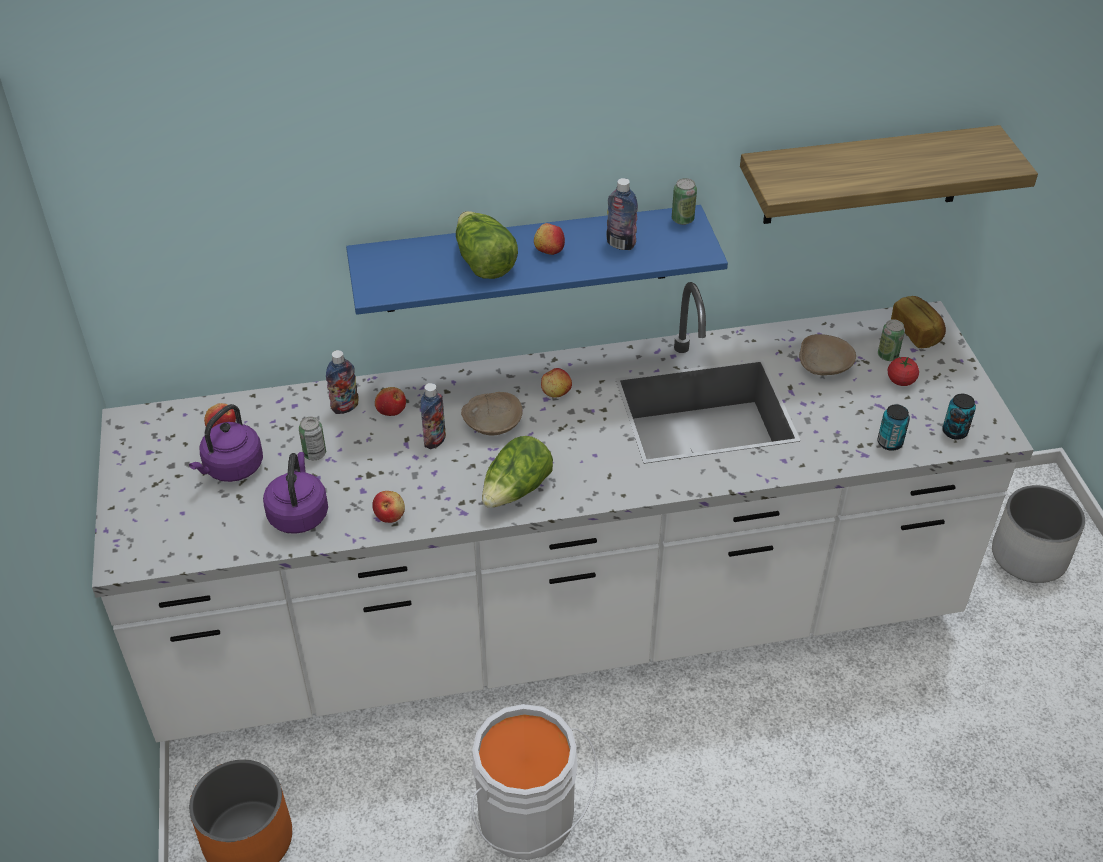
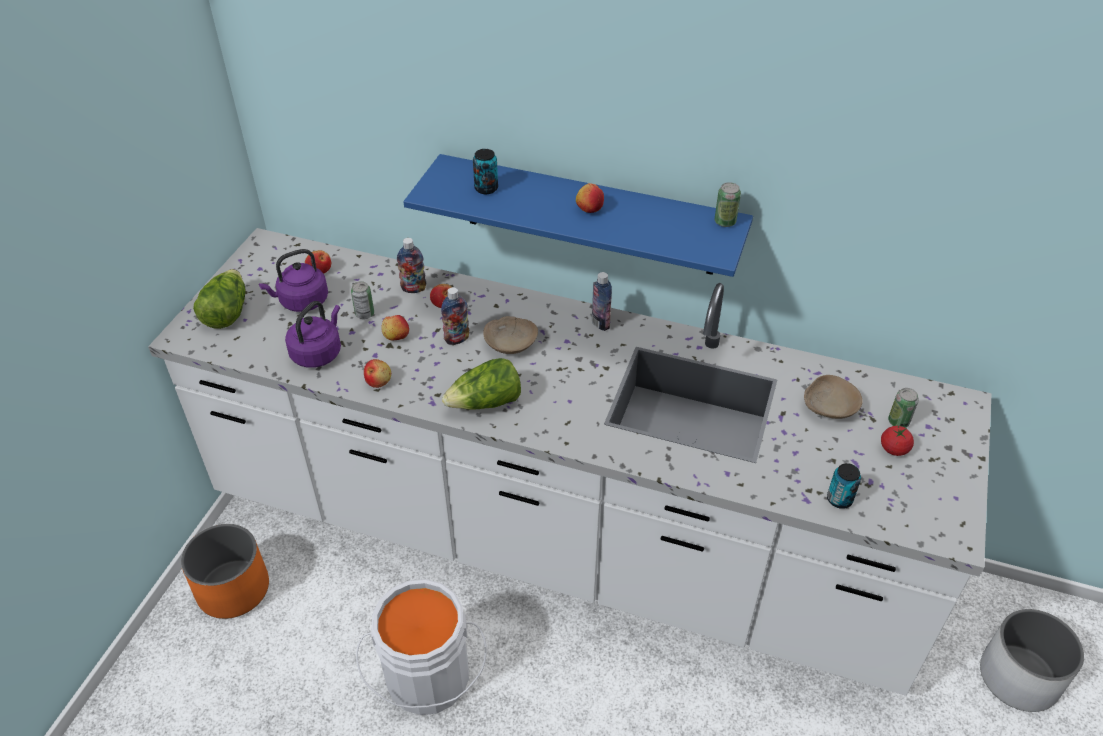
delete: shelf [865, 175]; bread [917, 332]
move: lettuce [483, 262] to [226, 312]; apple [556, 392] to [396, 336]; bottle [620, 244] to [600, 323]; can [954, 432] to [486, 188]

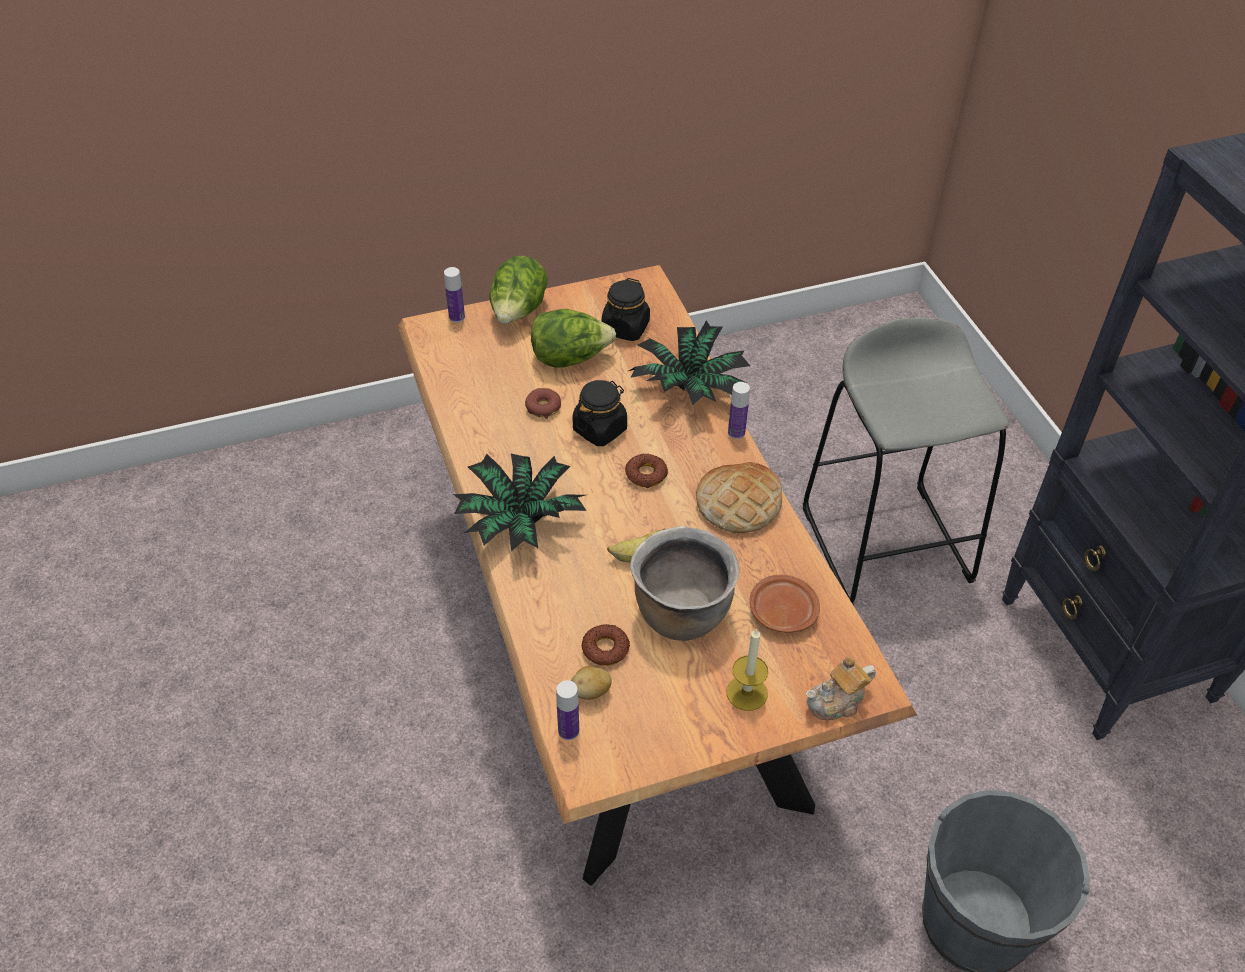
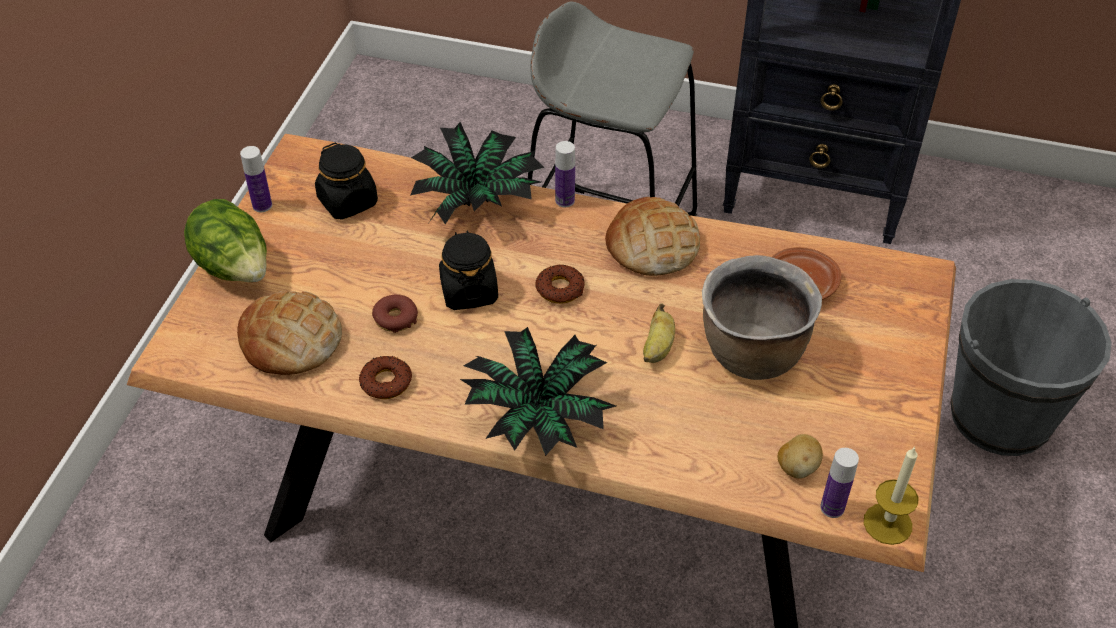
delete: lettuce [570, 358]; teapot [837, 702]
insert: bread [291, 340]
move: bottle [457, 317] to [262, 205]; donut [605, 648] to [386, 382]; candle [747, 693] to [887, 523]

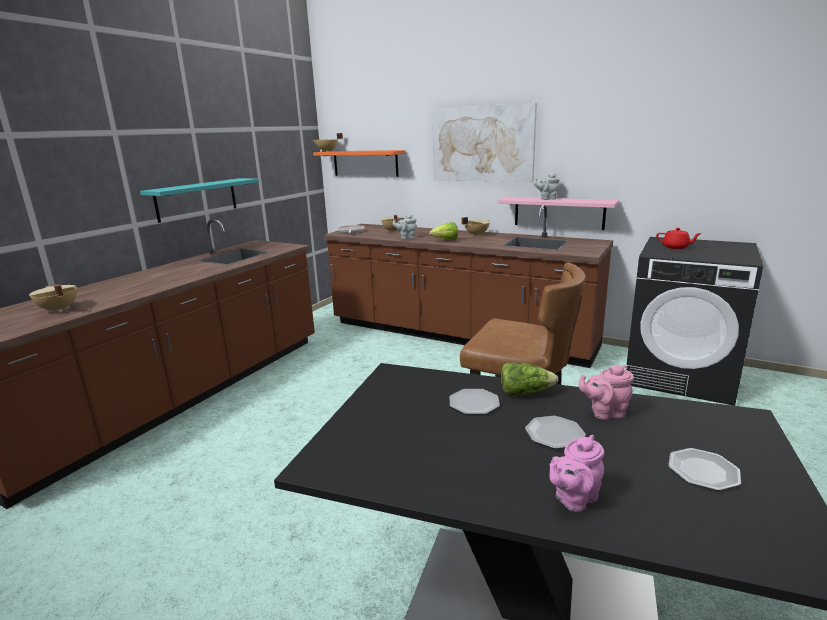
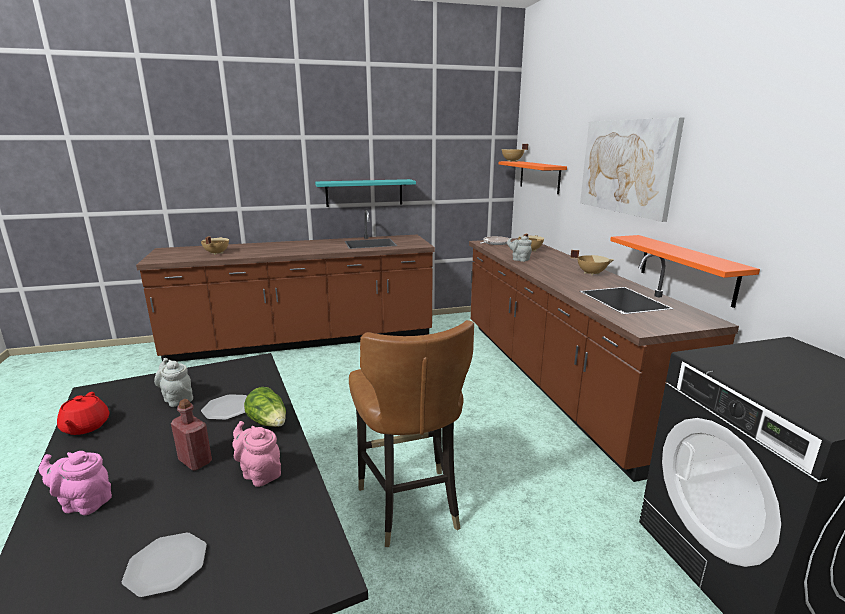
delete: lettuce [445, 240]
move: teapot in grey [547, 199] to [177, 399]; teapot in red [676, 247] to [85, 427]
replace: plate [555, 434] to bottle in red [195, 461]
recolor: shelf in pink [558, 212] to shelf in orange [686, 268]

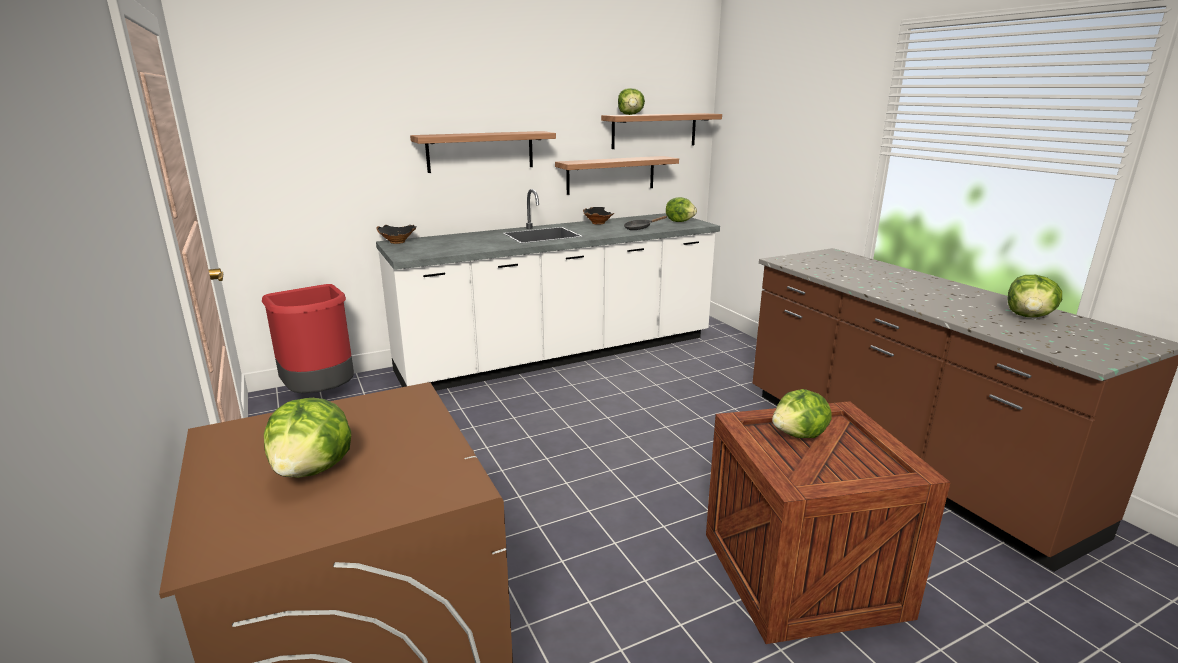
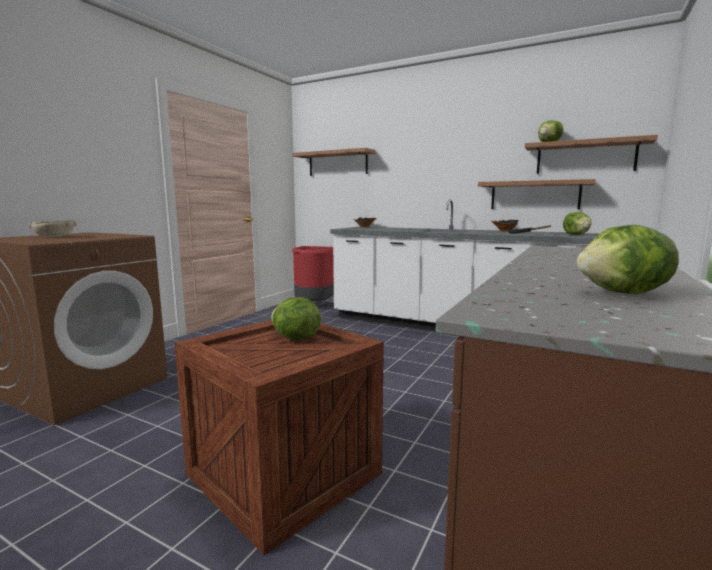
move: shelf [480, 151] to [337, 163]
replace: lettuce [314, 470] to bowl in beige [55, 237]

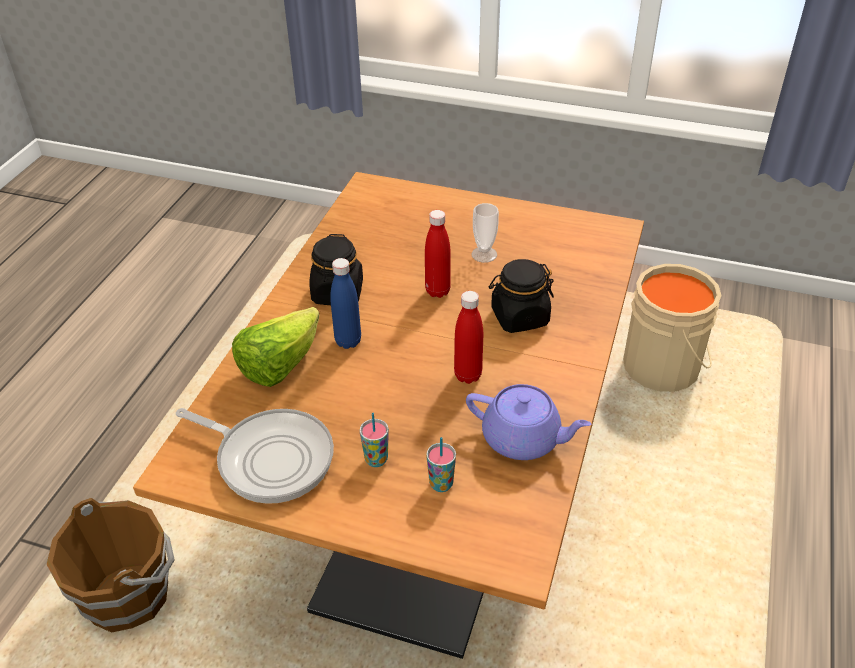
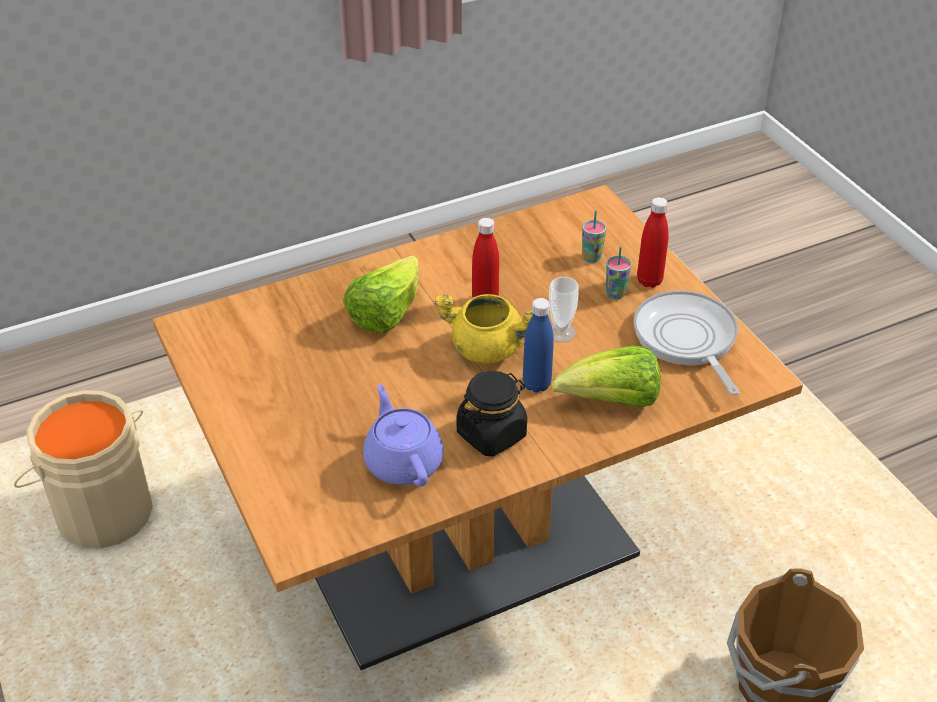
insert: cooking pot in yellow [488, 348]
move: bottle in red [437, 291] to [649, 281]; teapot in purple [523, 439] to [403, 461]; cup [484, 254] to [561, 332]
replace: jar in black [519, 317] to lettuce [386, 314]

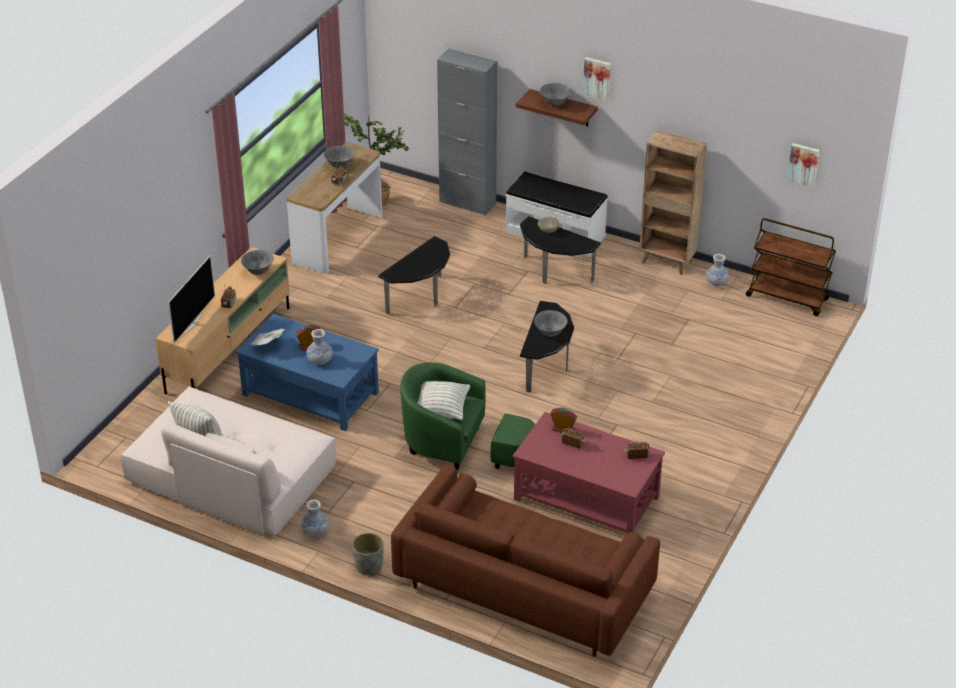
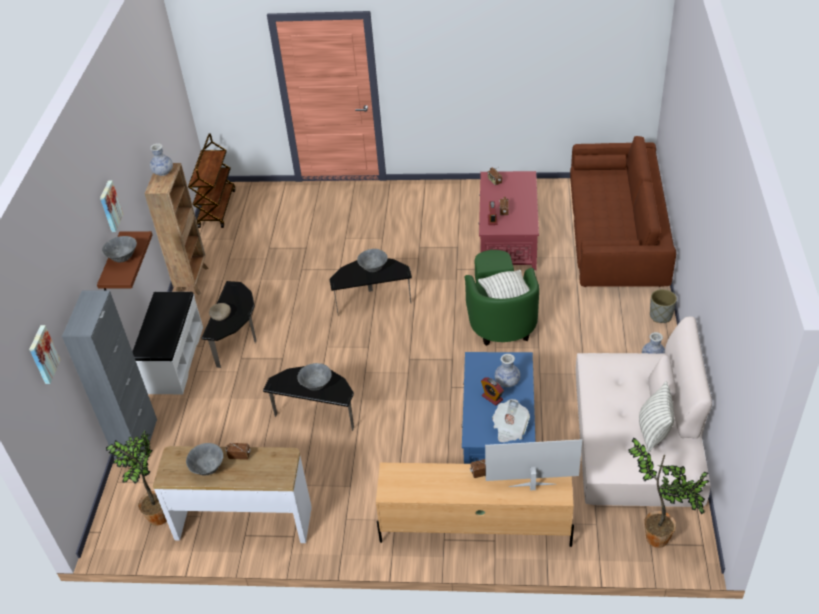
insert: potted plant [661, 539]
move: bowl in grey [258, 272] to [316, 385]; vase [716, 282] to [163, 172]; picture [803, 164] to [42, 354]

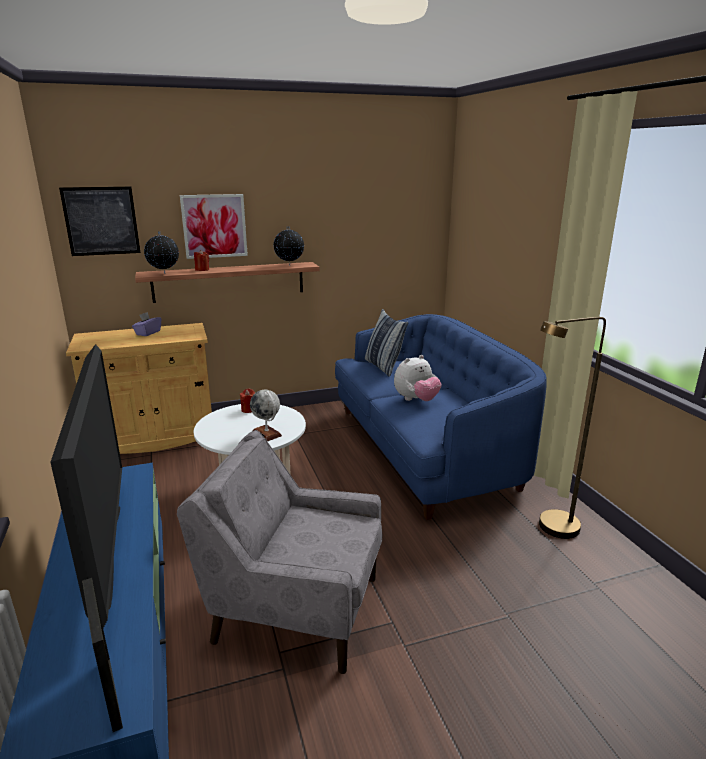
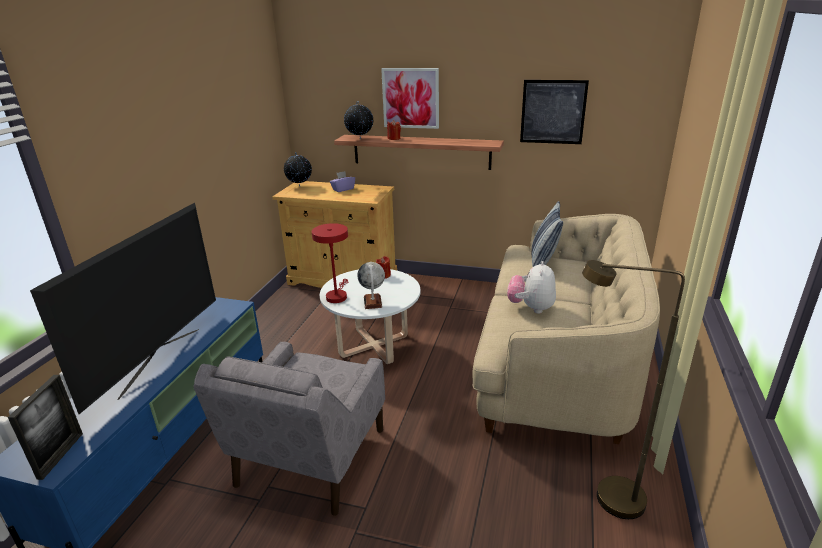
insert: table lamp in red [337, 296]
move: picture [101, 221] to [553, 112]; globe [289, 265] to [299, 186]
recolor: sofa in blue [424, 449] to sofa in beige [556, 361]
rotate: armchair in grey [296, 607] = [310, 458] 120 degrees counterclockwise; plush toy [416, 400] = [531, 308] 105 degrees clockwise

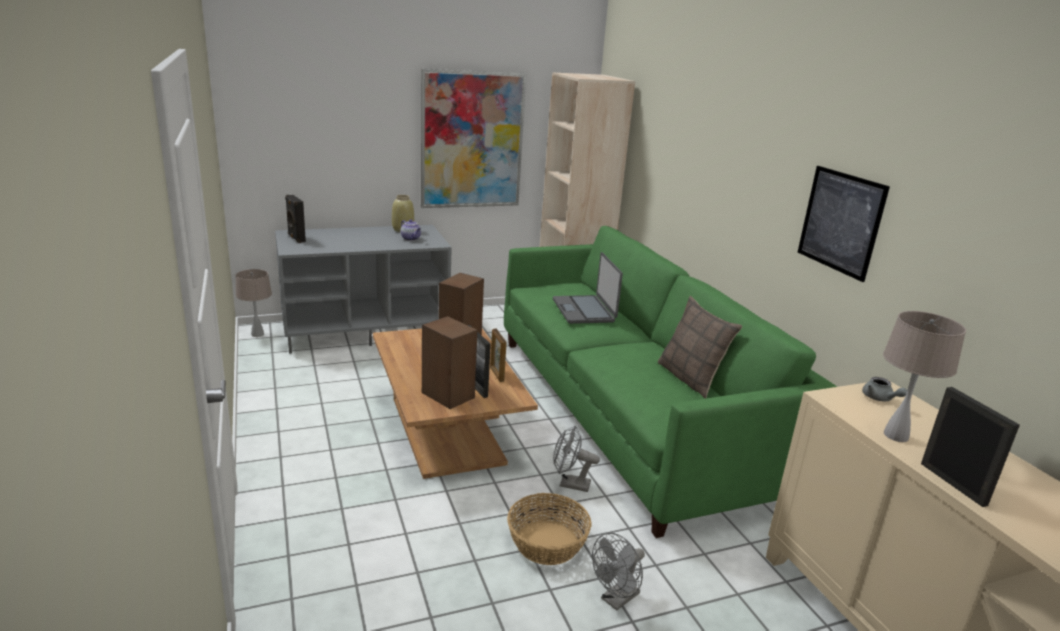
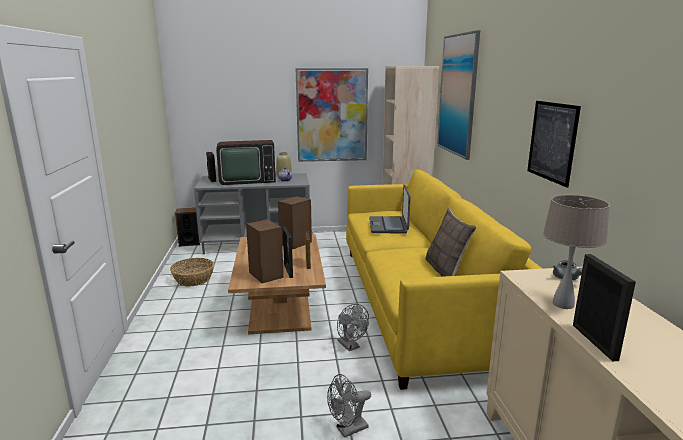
insert: television [246, 180]; picture [458, 95]
move: basket [546, 543] to [193, 279]
replace: table lamp in beige [257, 334] to speaker [189, 243]
recolor: sofa in green [626, 412] to sofa in yellow [417, 301]
rotate: fan in grey [569, 484] = [350, 346] 150 degrees counterclockwise

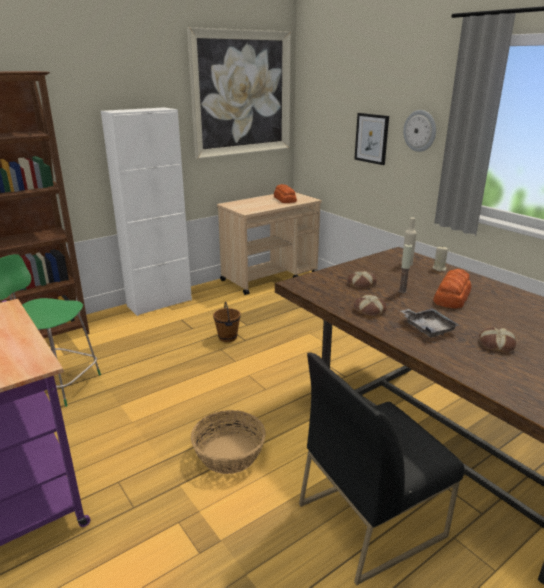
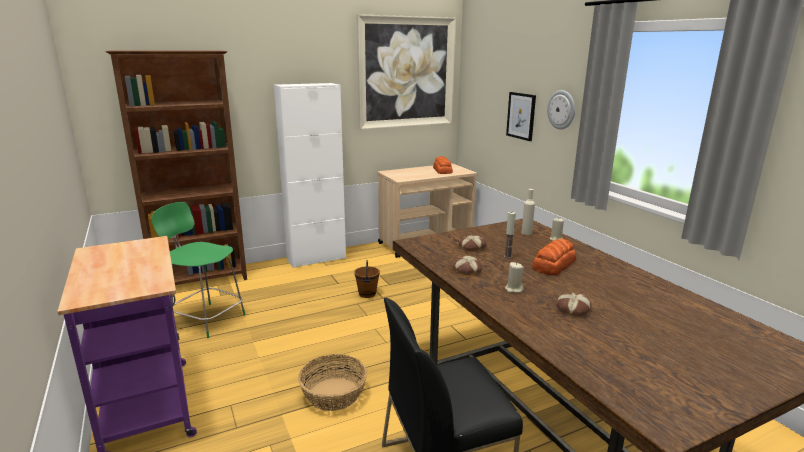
replace: tray in grey [428, 328] to candle in beige [513, 289]

